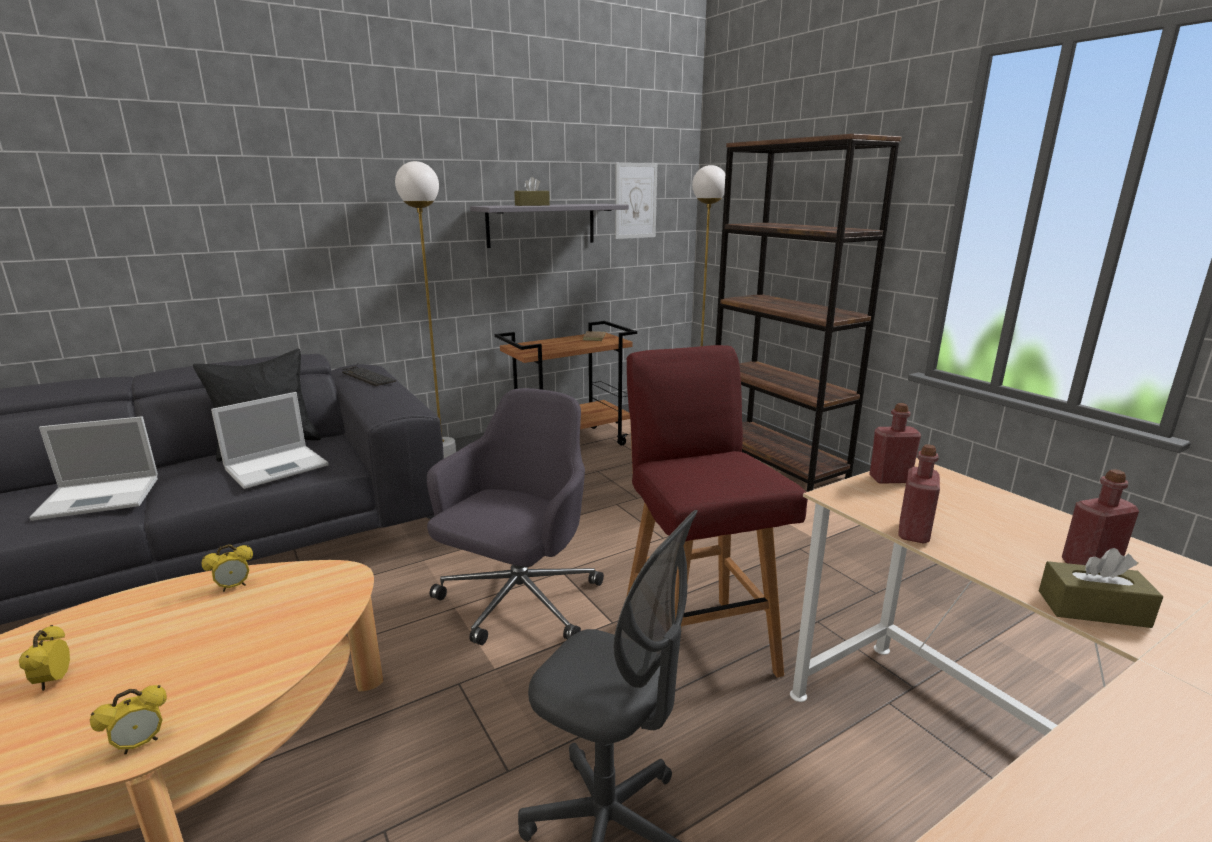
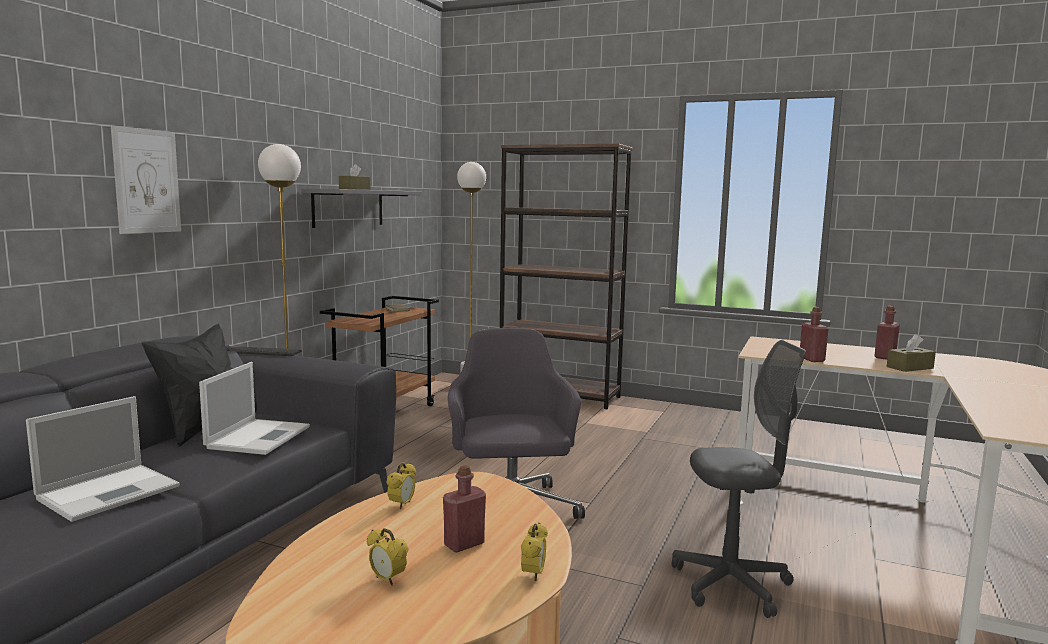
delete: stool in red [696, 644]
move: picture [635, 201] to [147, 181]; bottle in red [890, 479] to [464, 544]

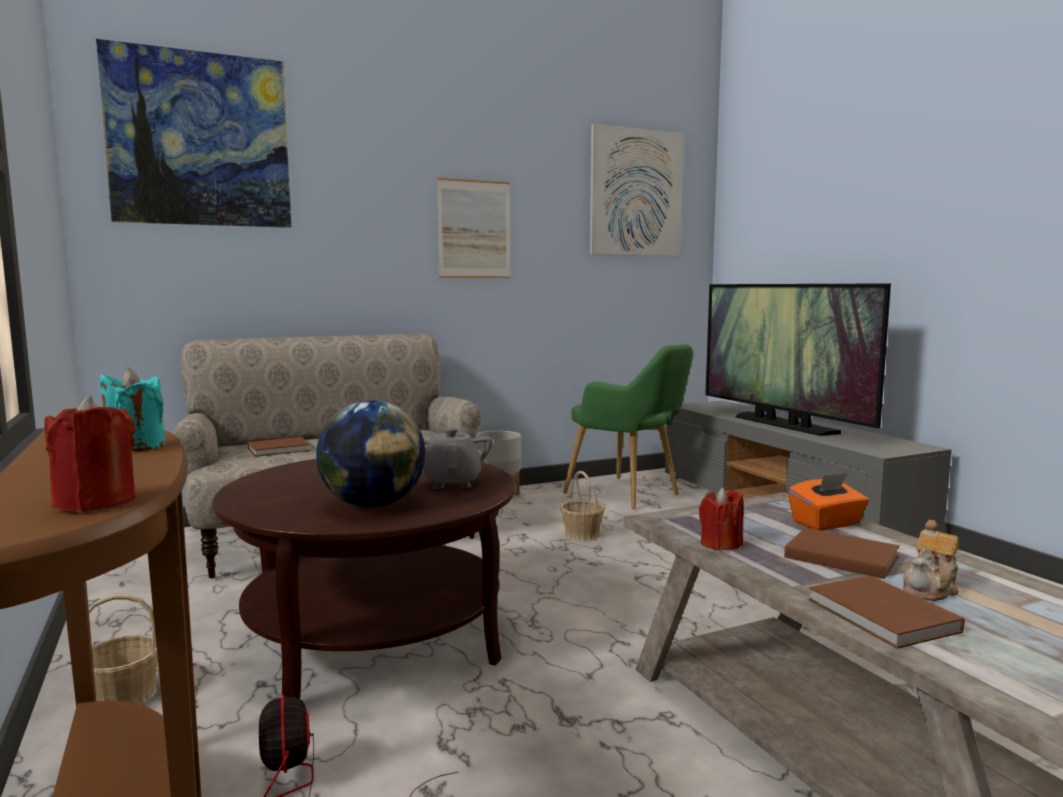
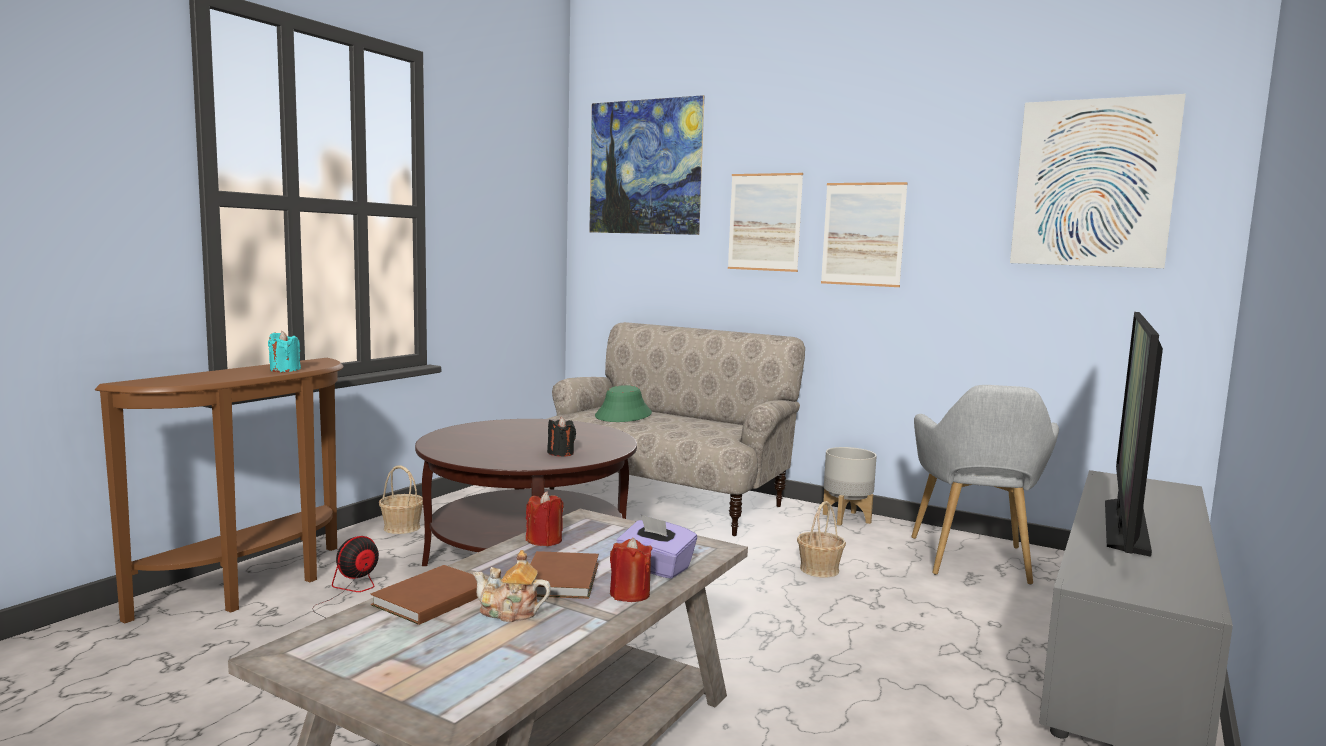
delete: globe [373, 505]
insert: picture [764, 222]
move: candle in red [95, 502] to [630, 594]
replace: book in brown [281, 449] to hat in green [623, 415]; teapot in grey [451, 483] to candle in black [561, 453]
recolor: armchair in green [628, 495] to armchair in grey [973, 563]; tissue box in orange [826, 524] to tissue box in purple [655, 568]

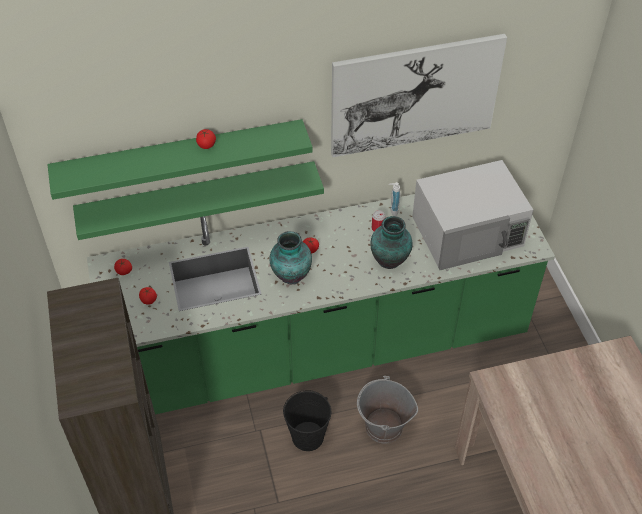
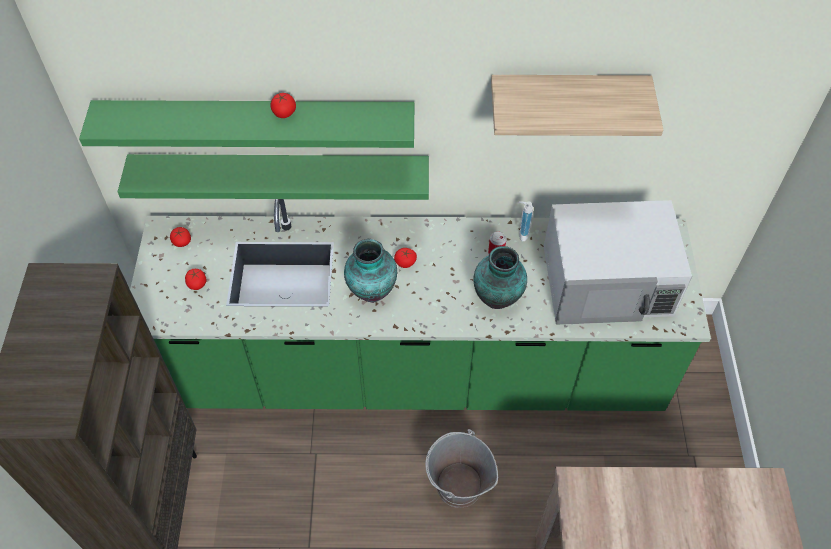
delete: bucket in black [308, 437]
replace: picture [415, 95] to shelf [567, 97]

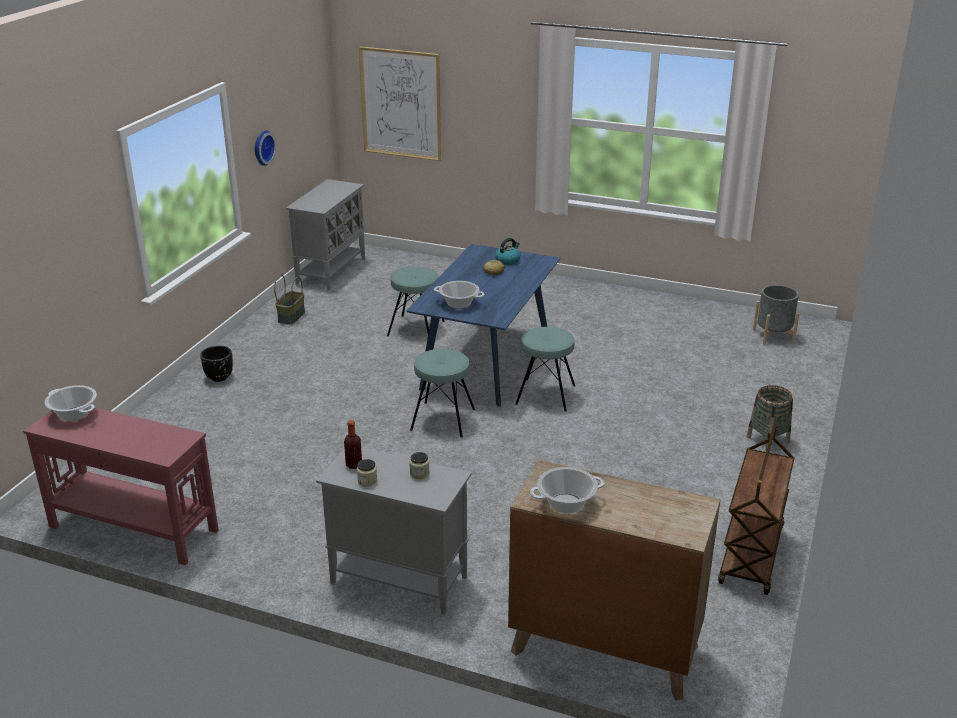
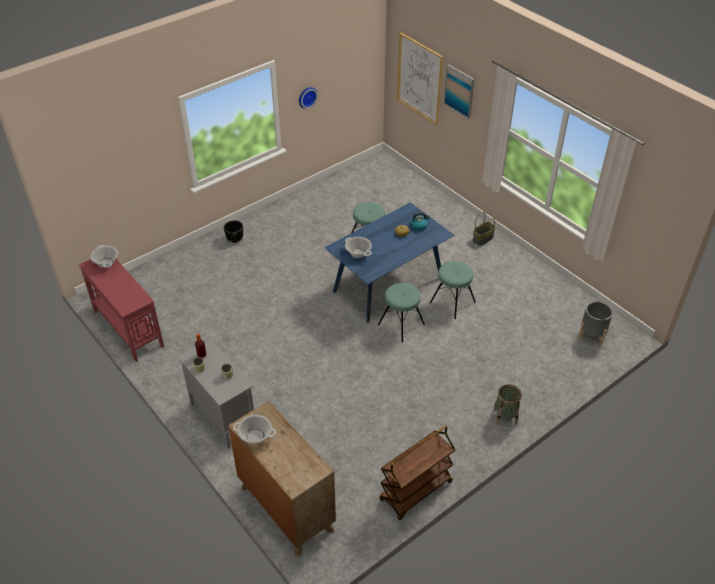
delete: cabinet in grey [331, 271]
insert: picture [459, 91]
move: basket [291, 316] to [482, 238]; stool in turquoise [443, 419] to [452, 302]

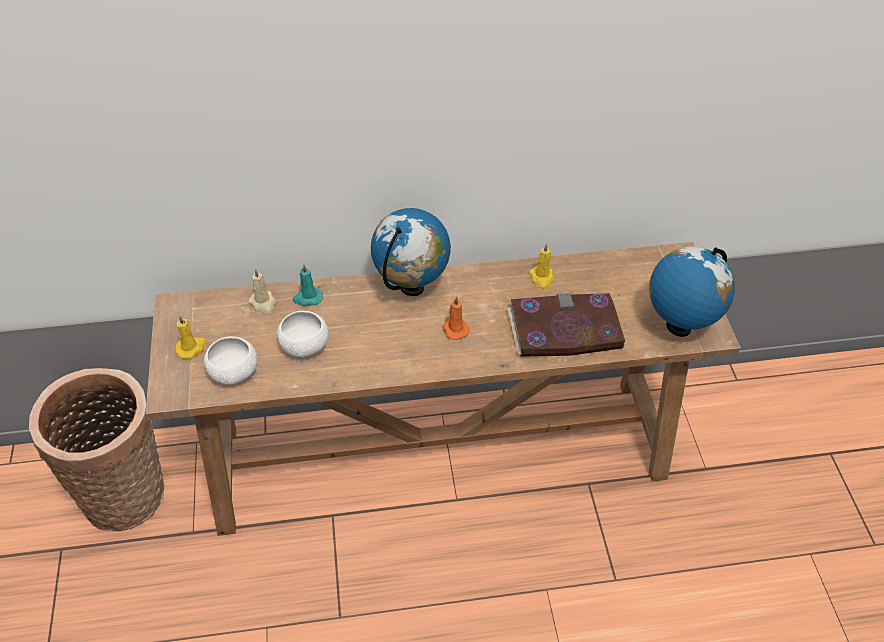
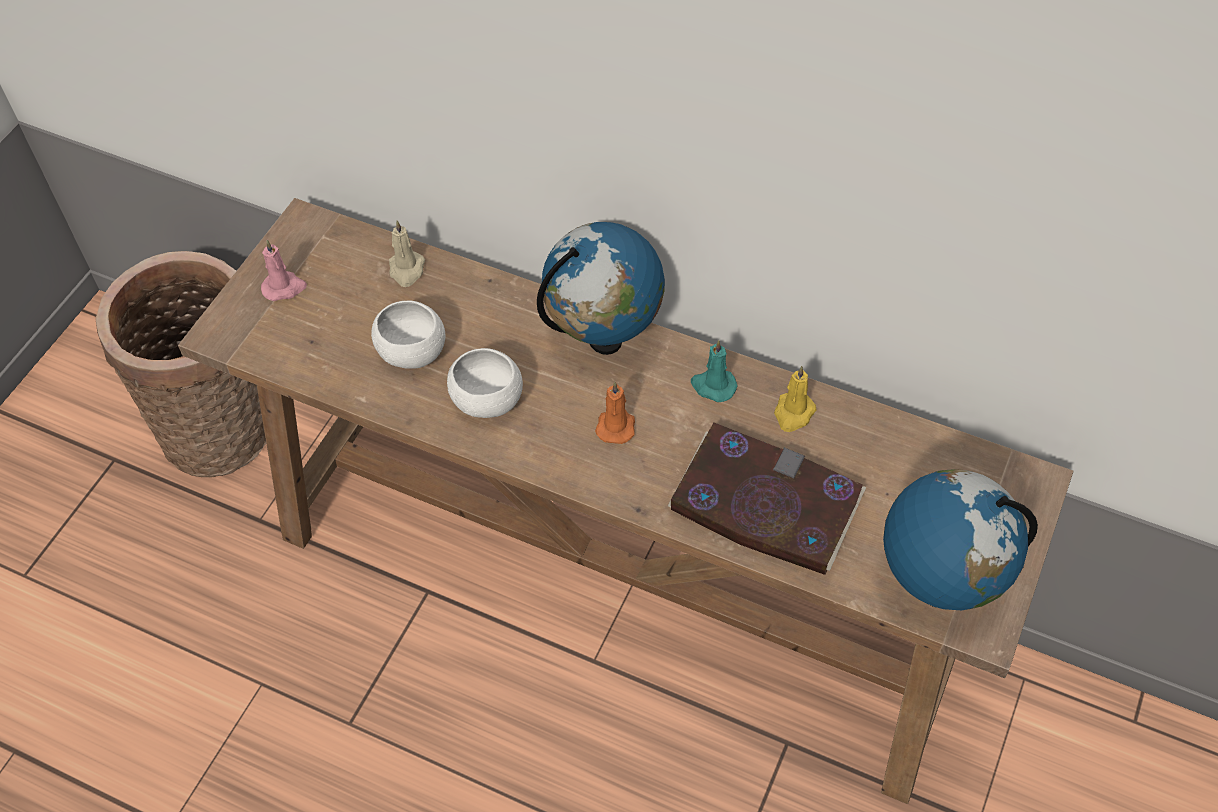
move: bowl in white [234, 373] to [488, 401]; candle in turquoise [307, 298] to [713, 386]
recolor: candle in yellow [192, 347] to candle in pink [284, 287]

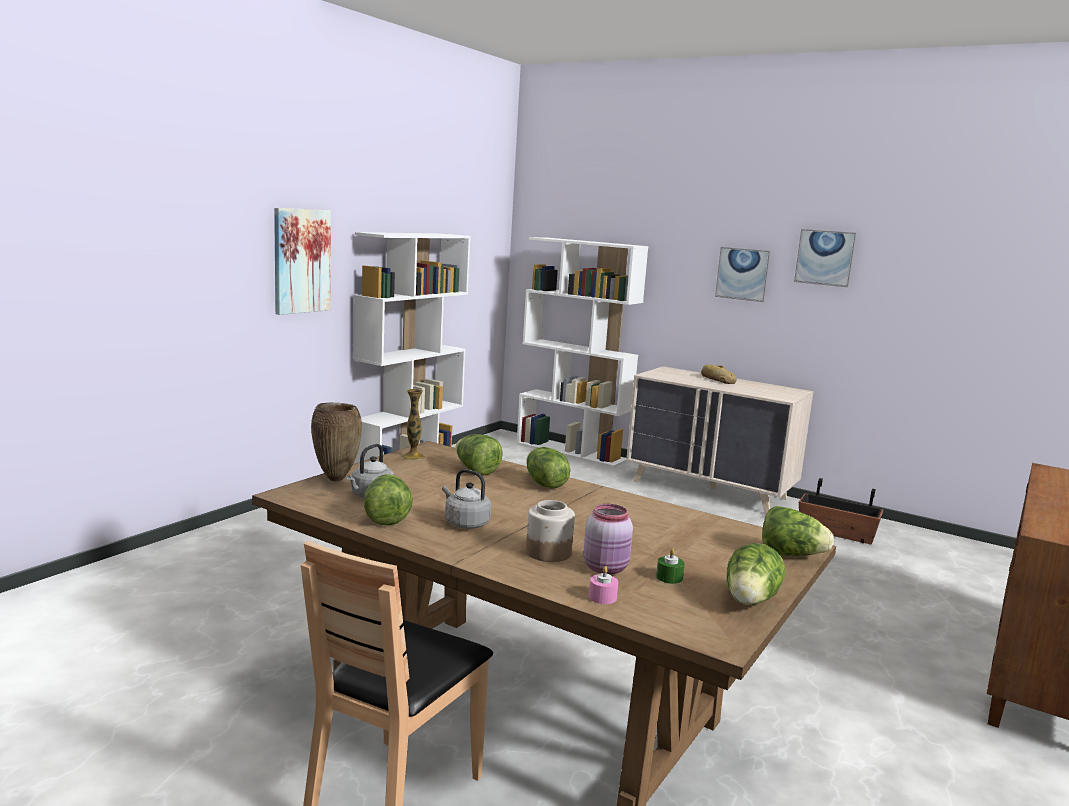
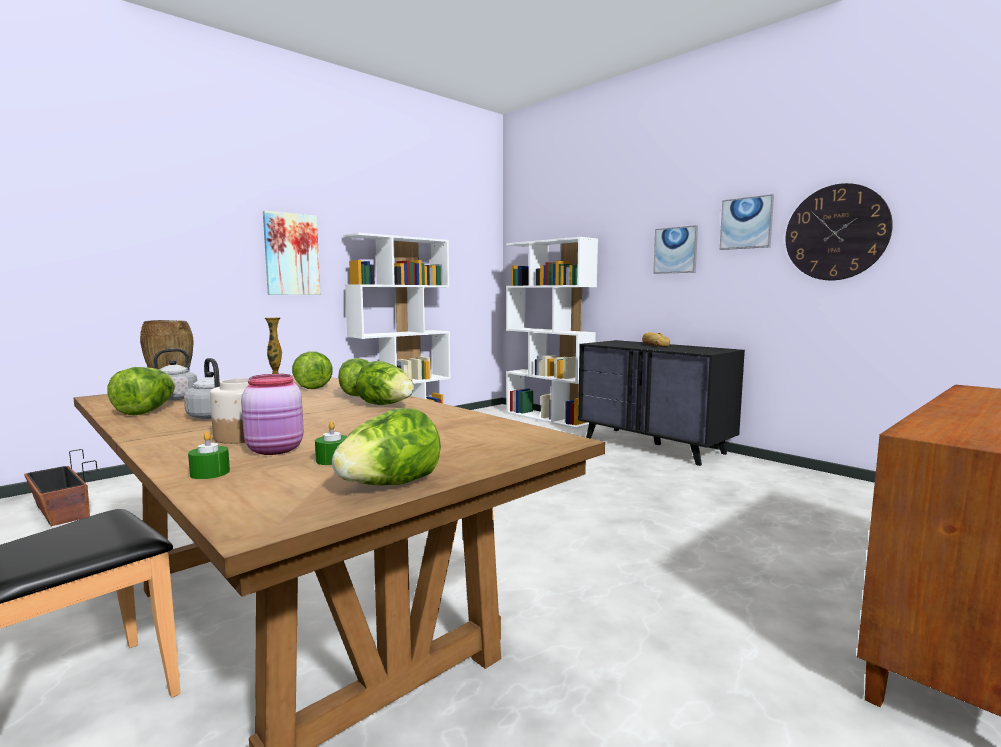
insert: wall clock [836, 232]
move: lettuce [791, 555] to [386, 405]; planter [836, 533] to [60, 511]
recolor: candle in pink [602, 597] to candle in green [210, 473]; dresser in beige [710, 490] to dresser in black [654, 446]

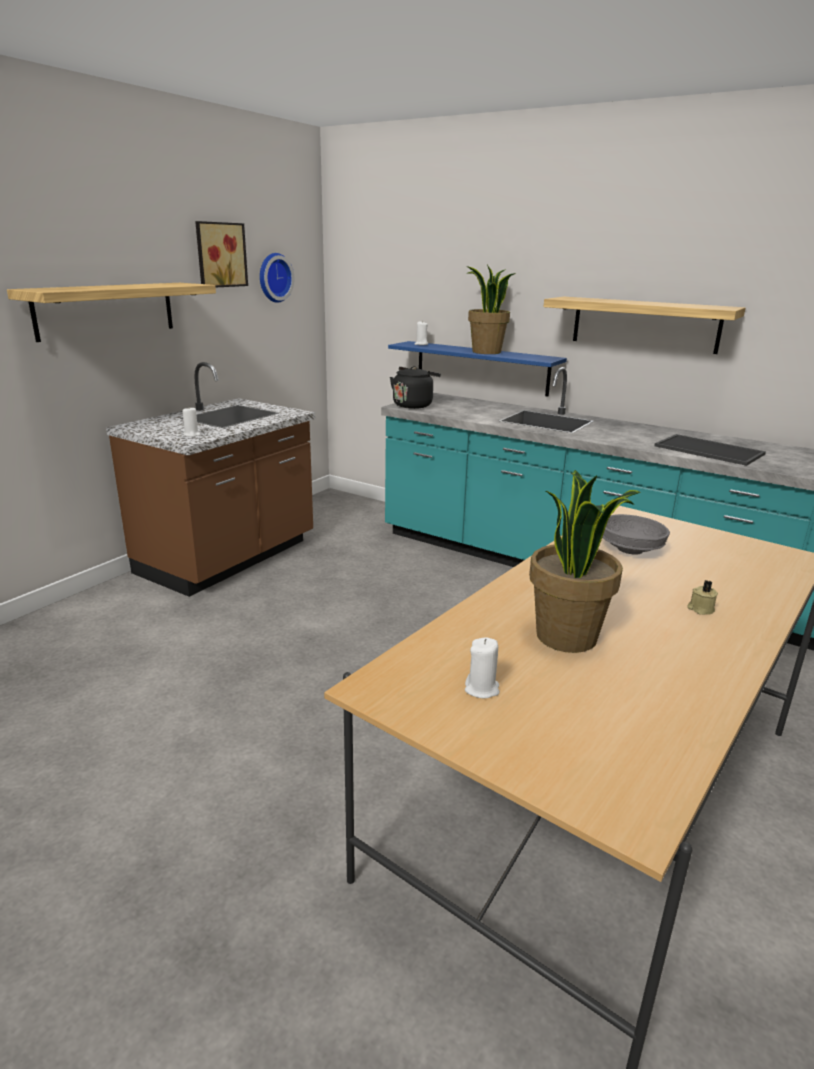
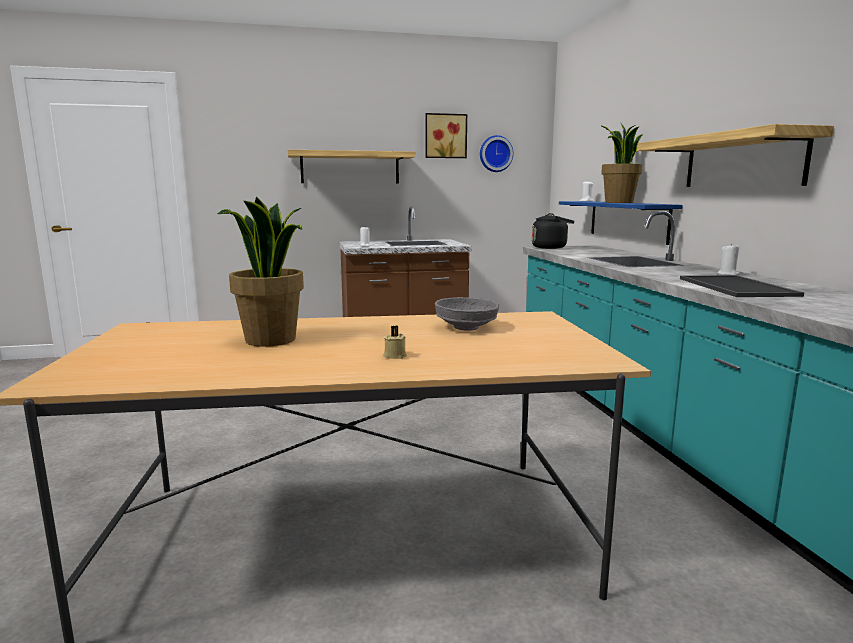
move: candle in white [482, 689] to [728, 274]

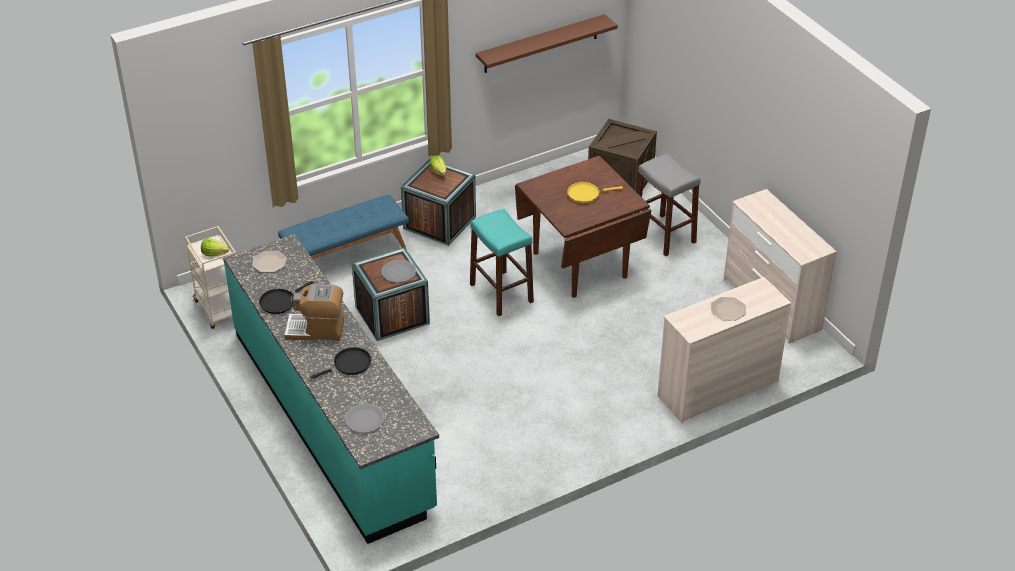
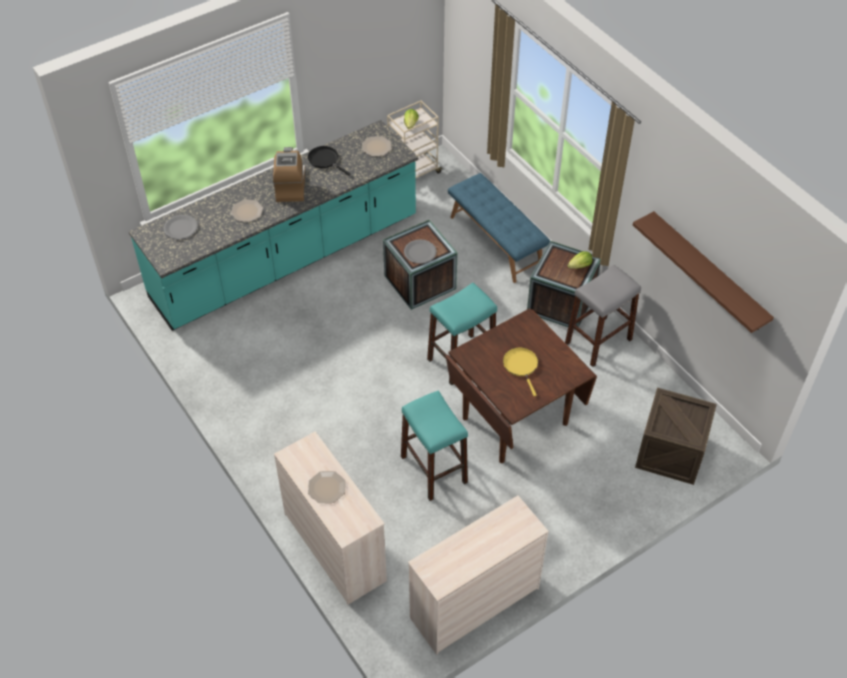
insert: stool in turquoise [433, 469]
move: stool in grey [664, 235] to [598, 341]
replace: frying pan in black [349, 364] to plate [247, 211]

